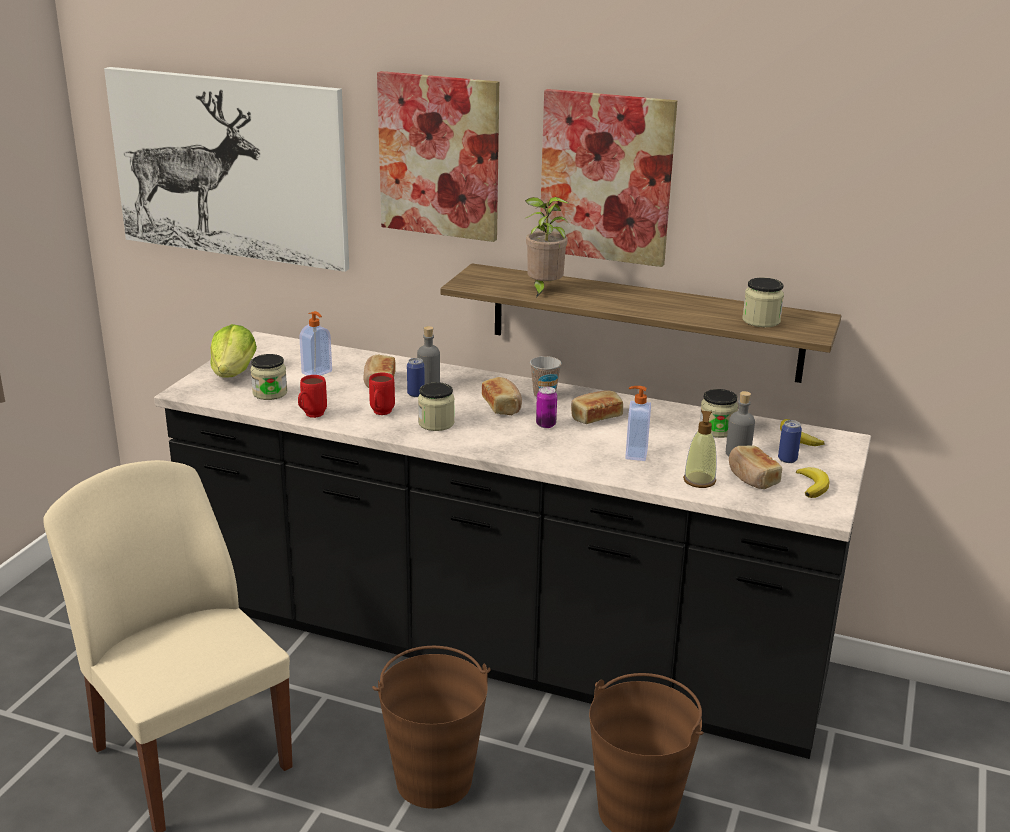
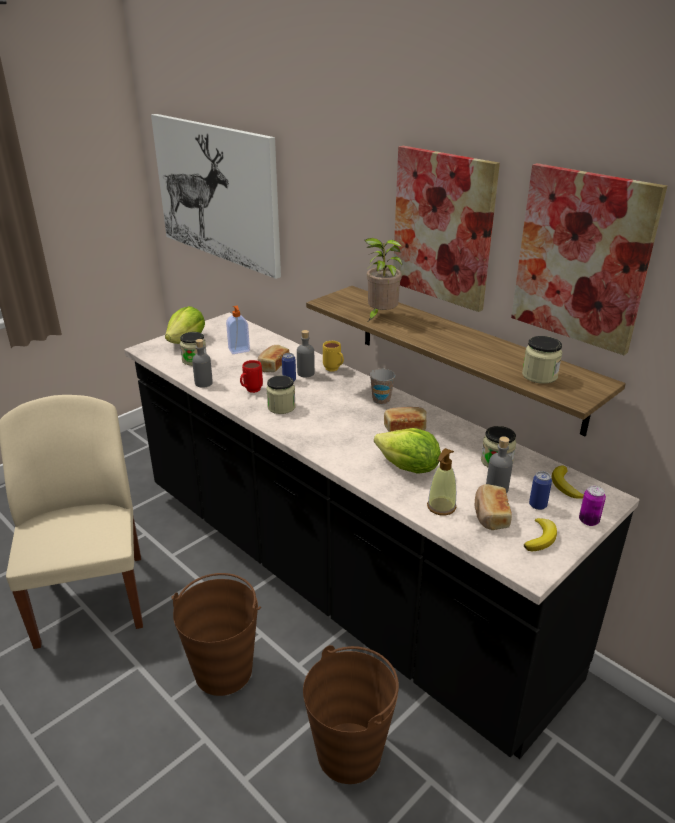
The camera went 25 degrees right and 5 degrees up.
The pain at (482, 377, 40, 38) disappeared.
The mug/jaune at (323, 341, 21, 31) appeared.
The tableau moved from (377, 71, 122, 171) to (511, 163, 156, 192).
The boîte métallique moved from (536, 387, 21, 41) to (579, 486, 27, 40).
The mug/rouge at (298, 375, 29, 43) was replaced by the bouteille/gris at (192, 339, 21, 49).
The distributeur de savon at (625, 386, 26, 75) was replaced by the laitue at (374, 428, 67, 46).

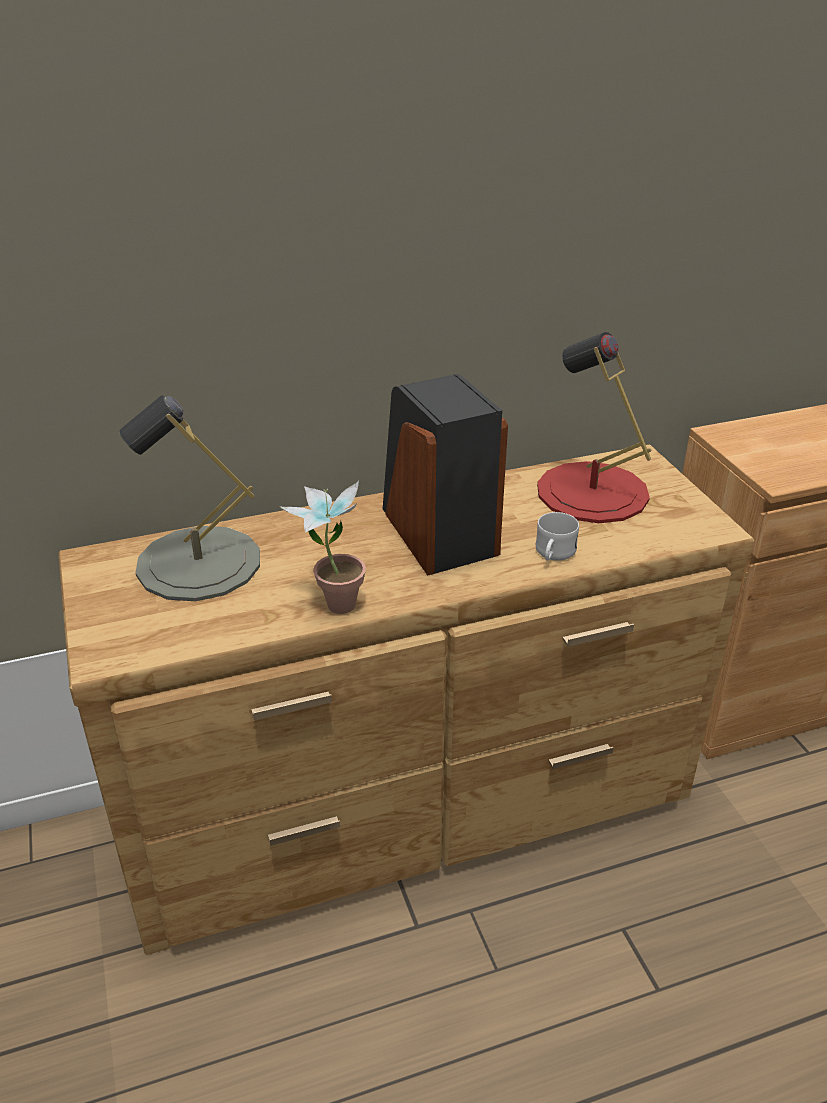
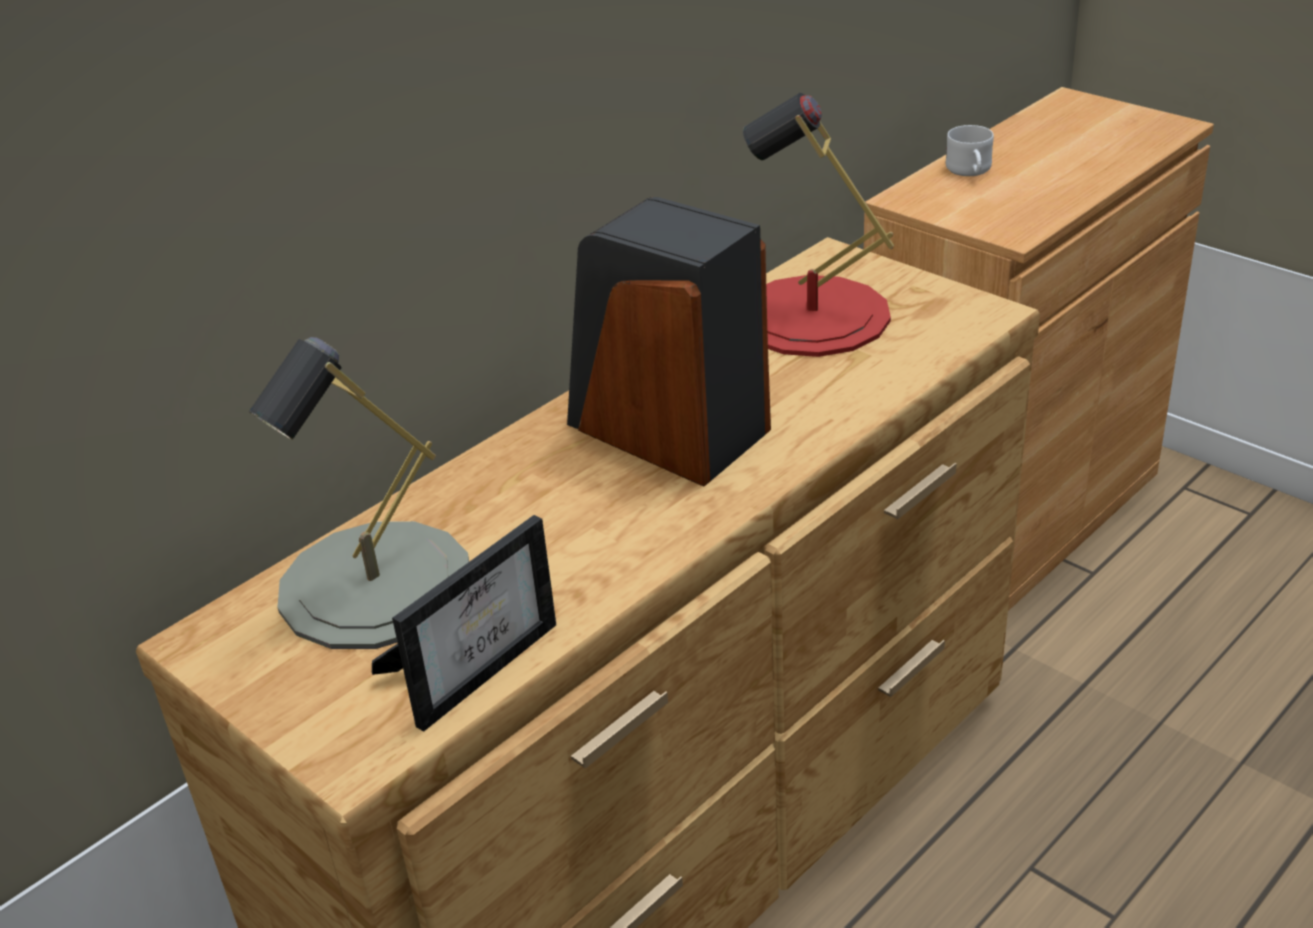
The camera went 25 degrees left and 0 degrees up.
The plante en pot at (279, 480, 87, 134) disappeared.
The cadre photo at (372, 515, 184, 217) appeared.
The mug/blanc moved from (536, 512, 43, 49) to (946, 125, 48, 51).

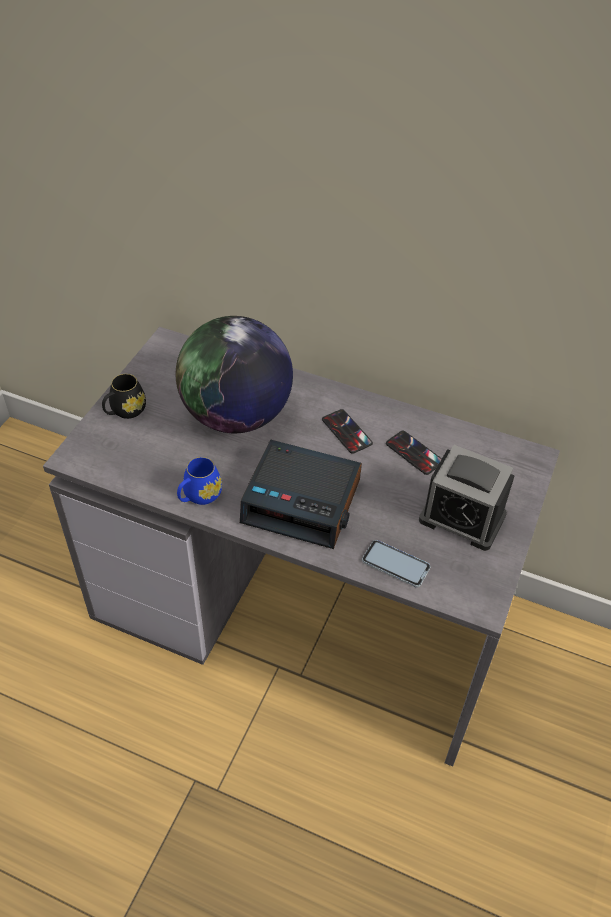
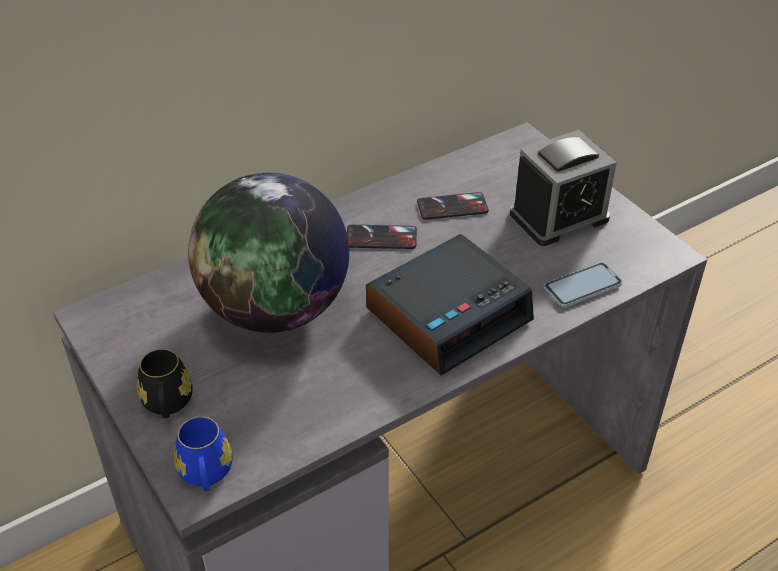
The camera went 55 degrees left and 5 degrees down.
The mug/bleu moved from (177, 457, 45, 48) to (174, 417, 58, 74).

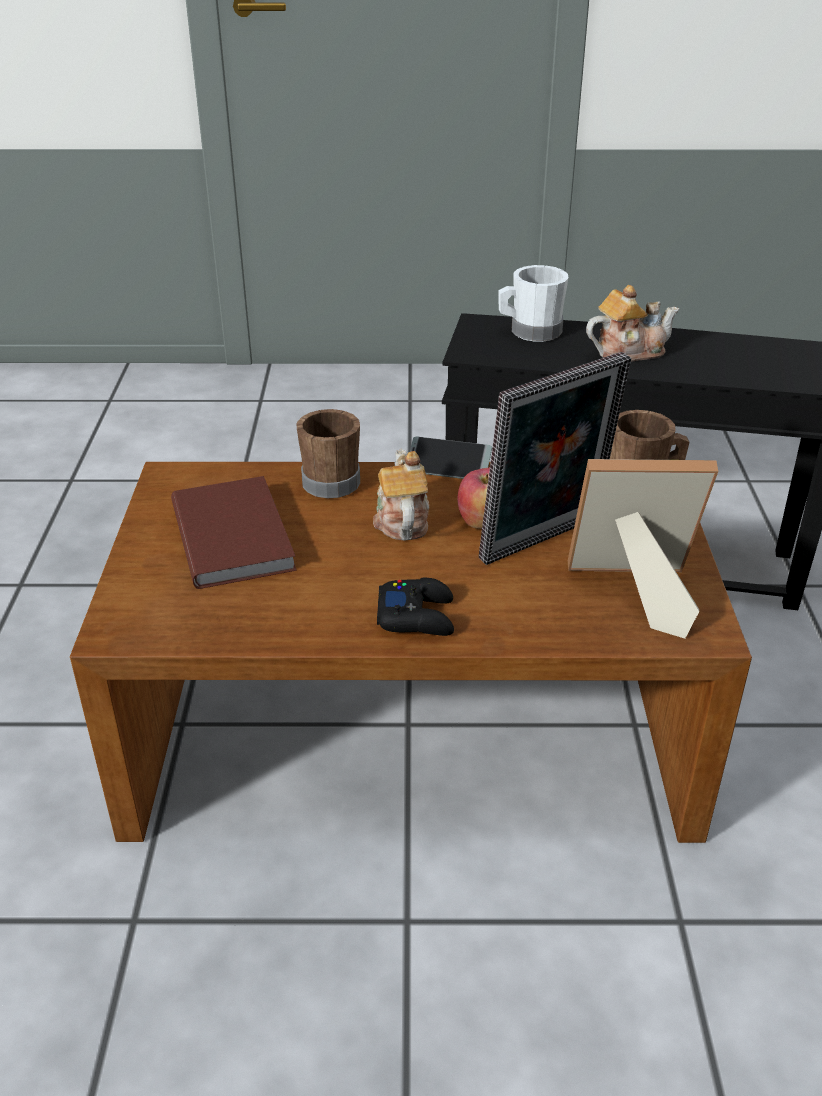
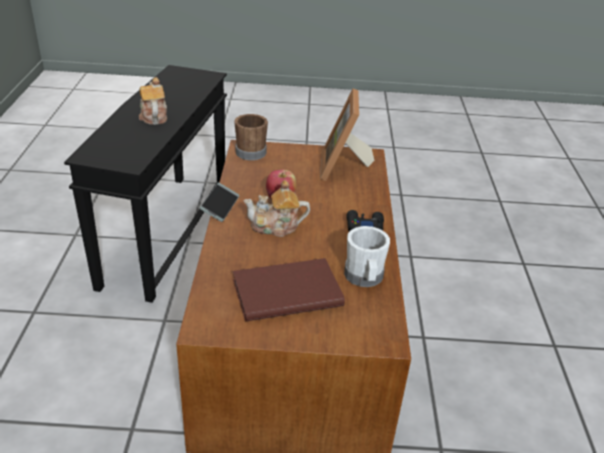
The camera went 90 degrees left and 0 degrees up.
The mug/marron at (296, 409, 64, 90) disappeared.
The cadre photo at (479, 352, 152, 213) disappeared.
The mug/blanc moved from (498, 265, 71, 77) to (344, 226, 46, 61).

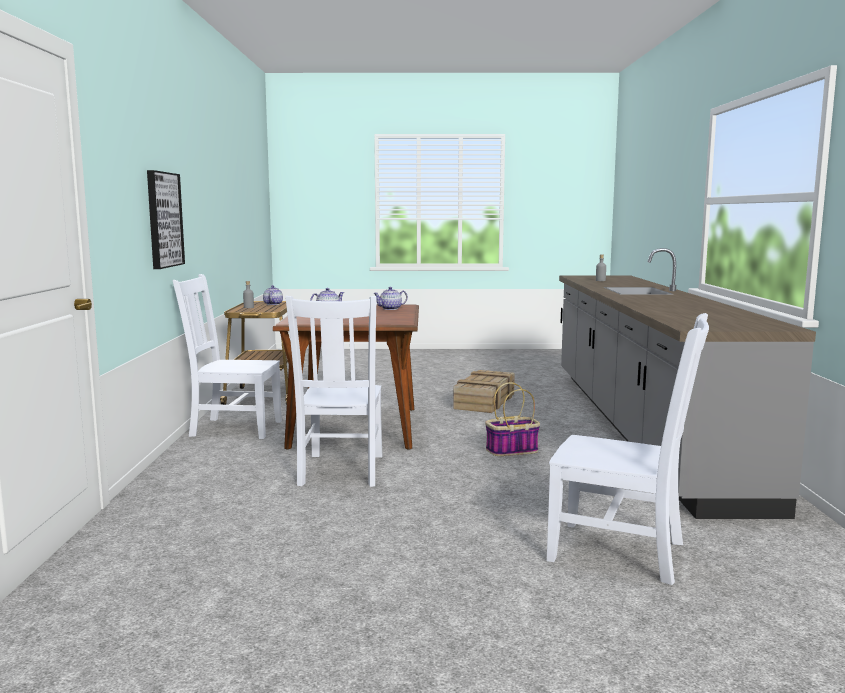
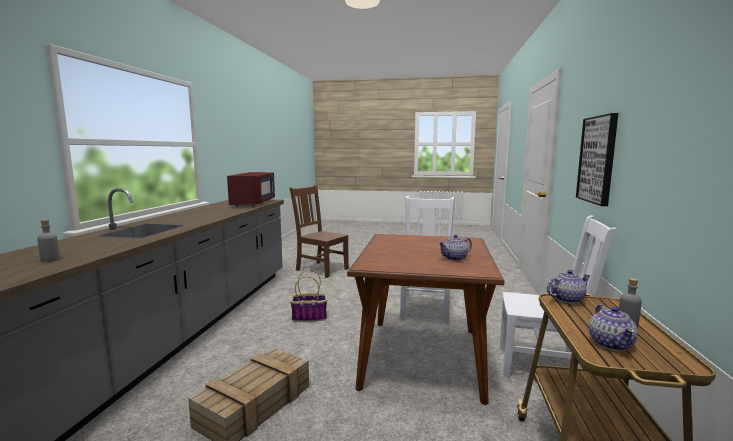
The camera went 170 degrees left and 0 degrees up.
The micro-ondes/rouge at (227, 172, 48, 35) appeared.
The théière moved from (373, 287, 35, 23) to (547, 270, 44, 33).
The chaise/blanc at (547, 313, 162, 272) became the chaise/marron at (290, 185, 59, 93).

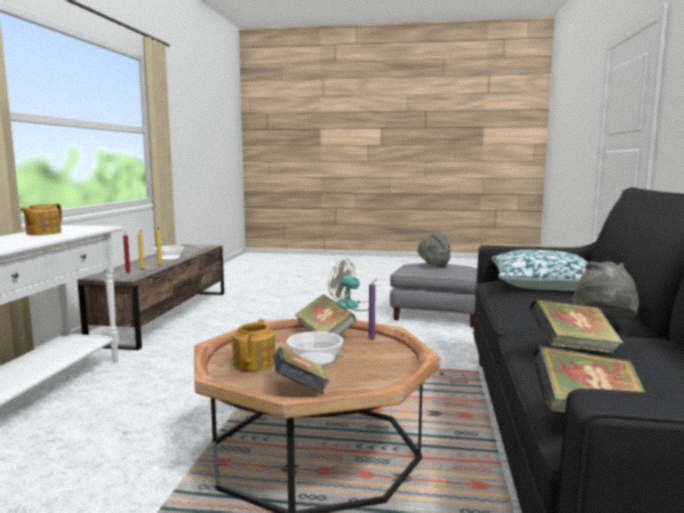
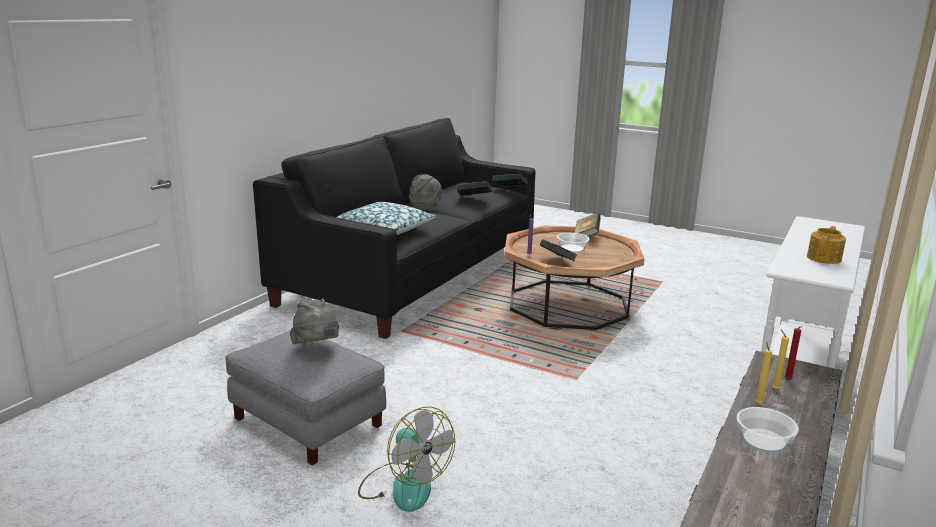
The camera went 160 degrees left and 10 degrees up.
The théière at (232, 319, 43, 53) disappeared.

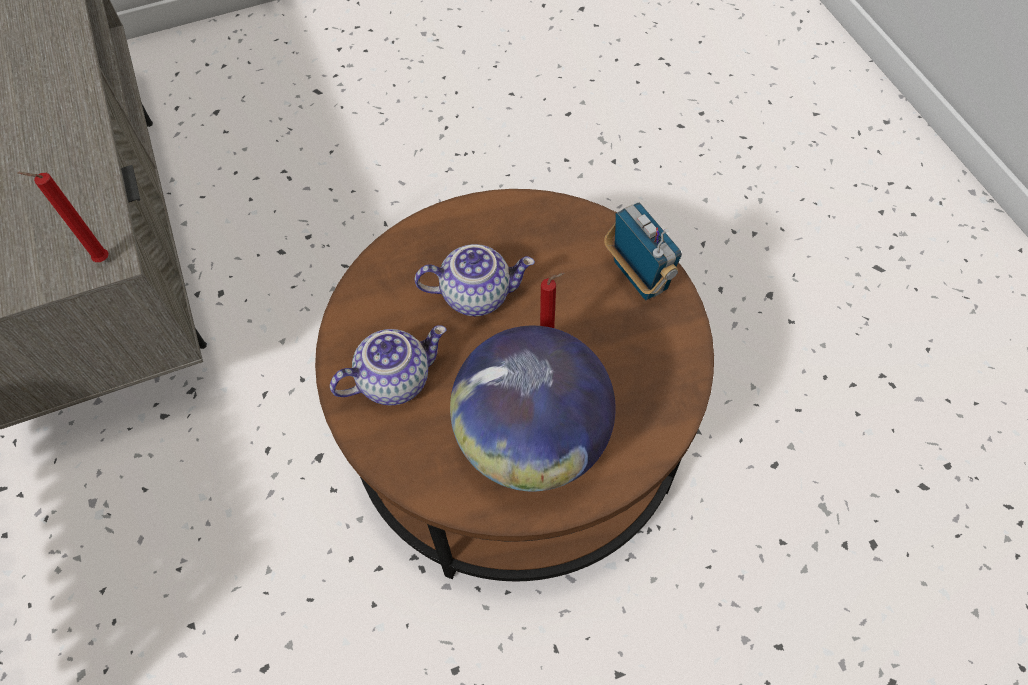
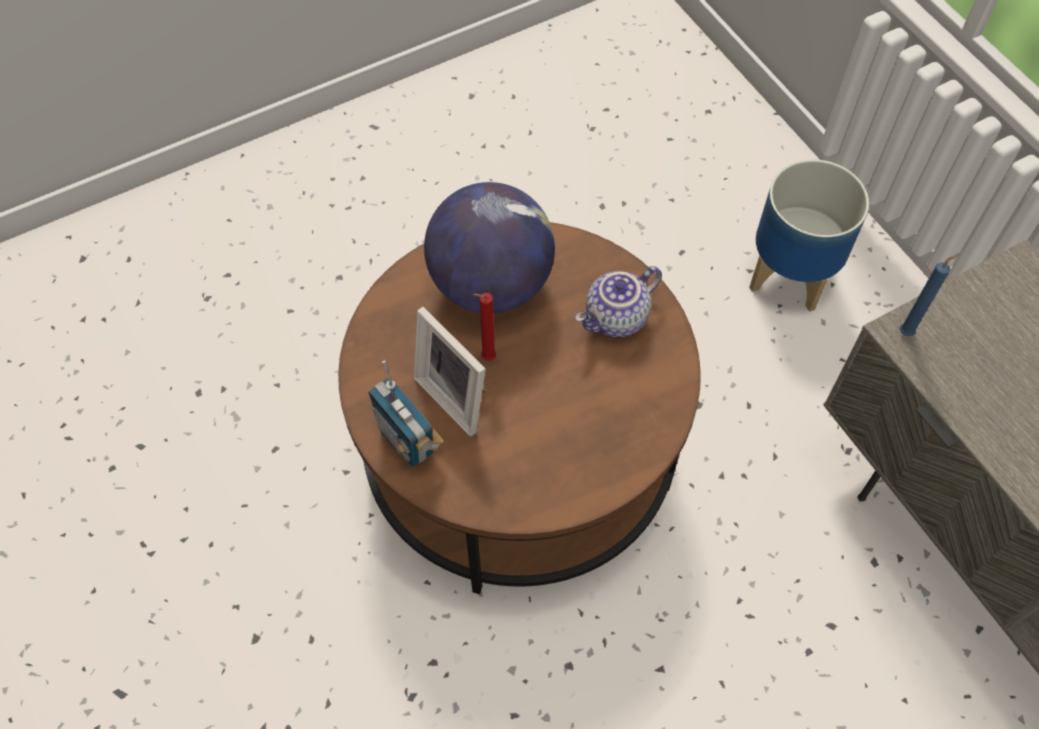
The camera went 170 degrees right and 0 degrees up.
The théière at (415, 244, 120, 72) disappeared.
The cadre photo at (413, 307, 73, 130) appeared.
The cache-pot at (749, 159, 120, 153) appeared.
The bougie/rouge at (17, 172, 92, 90) became the bougie/bleu at (900, 253, 59, 84).

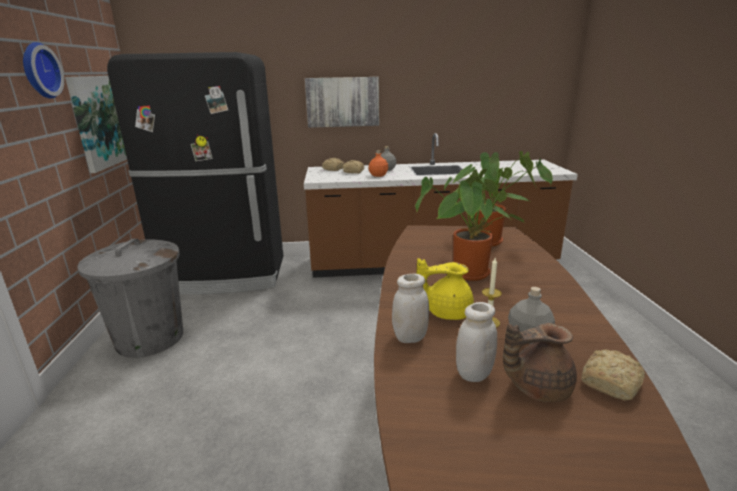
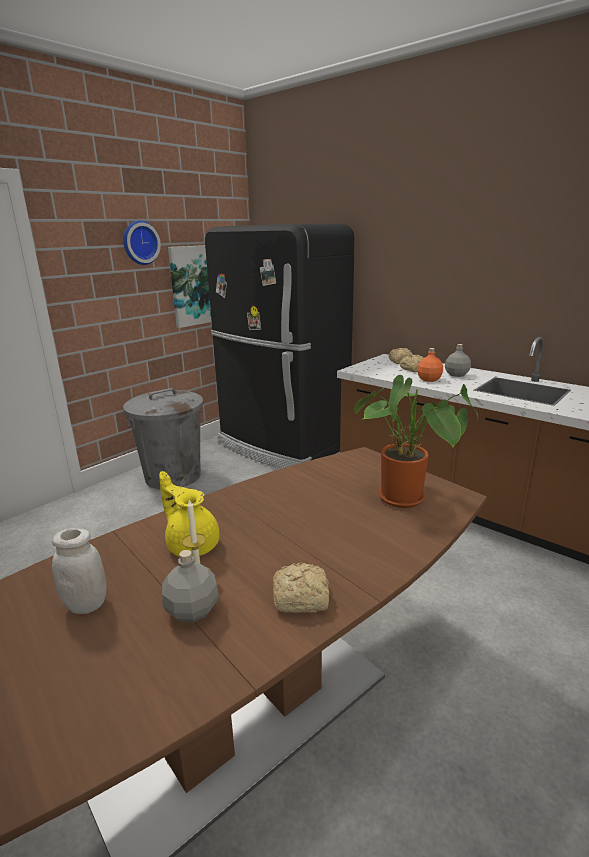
The camera went 45 degrees right and 0 degrees up.
The tableau at (305, 77, 74, 51) disappeared.
The bocal/blanc at (392, 274, 37, 69) disappeared.
The plante en pot at (415, 169, 117, 112) disappeared.
The théière/marron at (503, 323, 74, 79) disappeared.
The pain moved from (581, 349, 64, 52) to (273, 563, 57, 50).

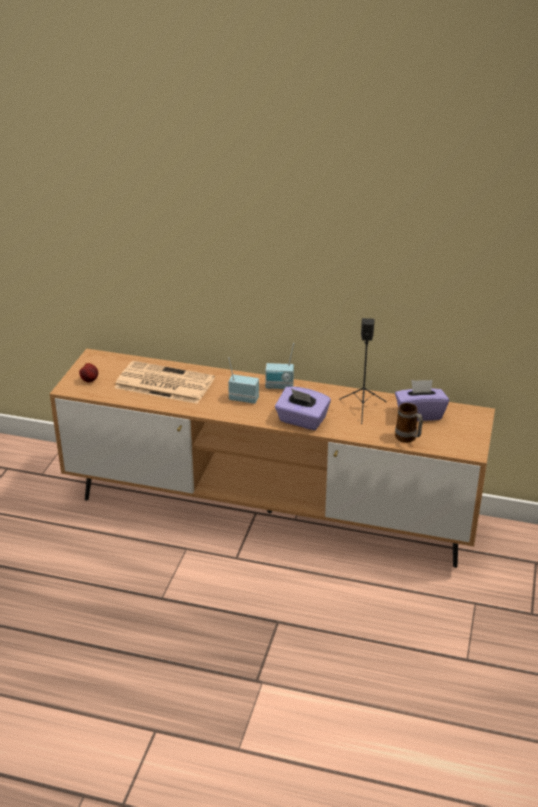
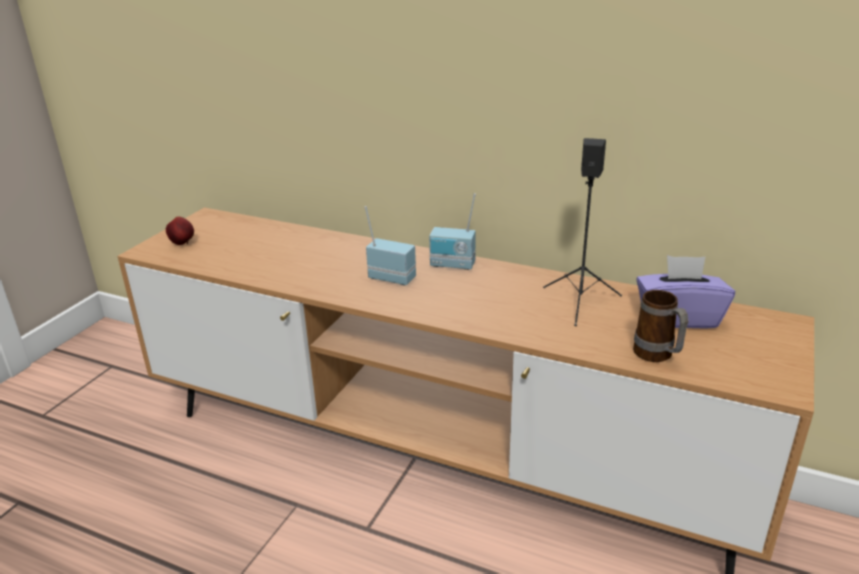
The camera went 10 degrees right and 5 degrees down.
The journal at (114, 361, 101, 43) disappeared.
The boîte à mouchoirs/violet at (275, 386, 56, 44) disappeared.

